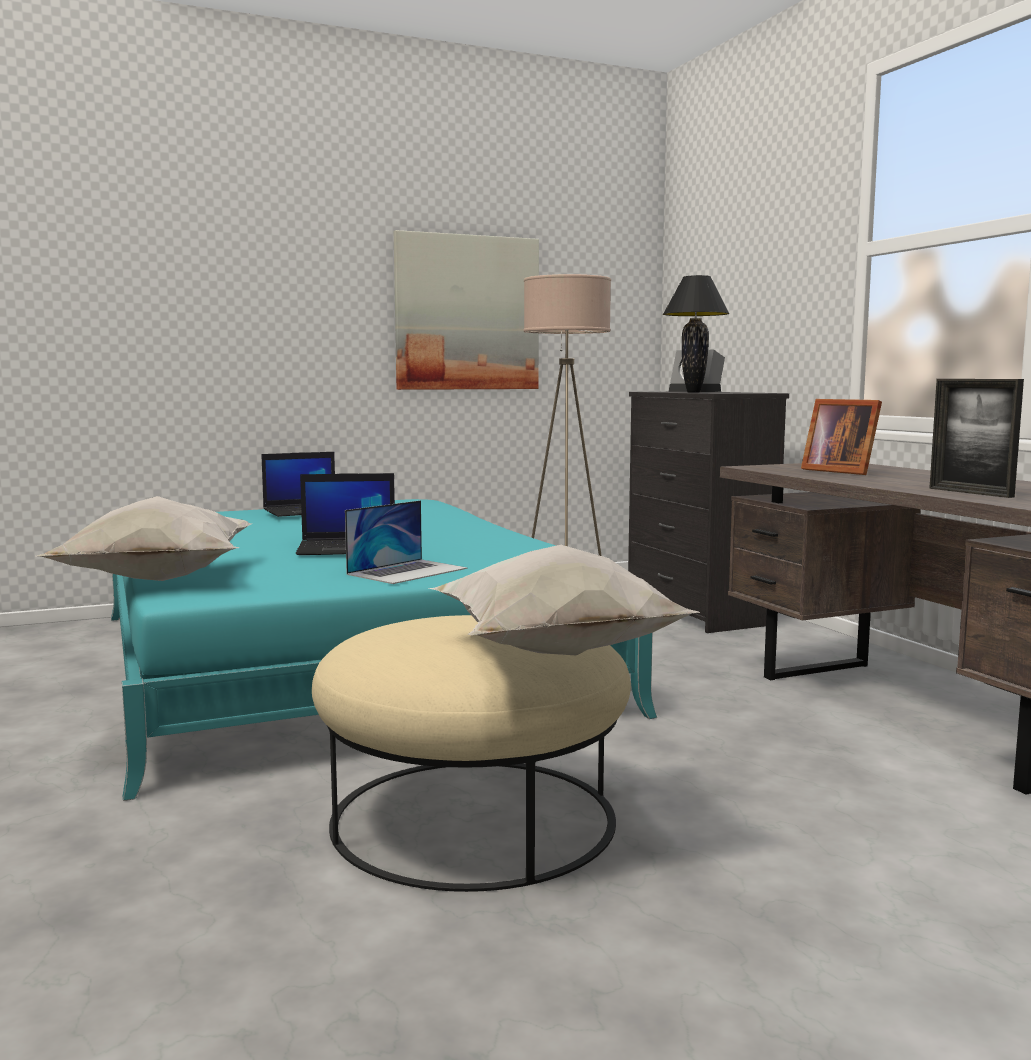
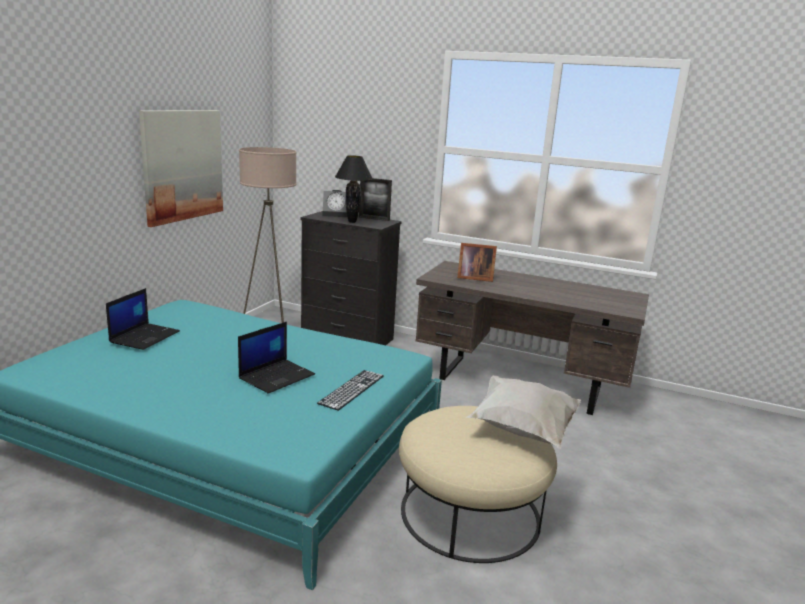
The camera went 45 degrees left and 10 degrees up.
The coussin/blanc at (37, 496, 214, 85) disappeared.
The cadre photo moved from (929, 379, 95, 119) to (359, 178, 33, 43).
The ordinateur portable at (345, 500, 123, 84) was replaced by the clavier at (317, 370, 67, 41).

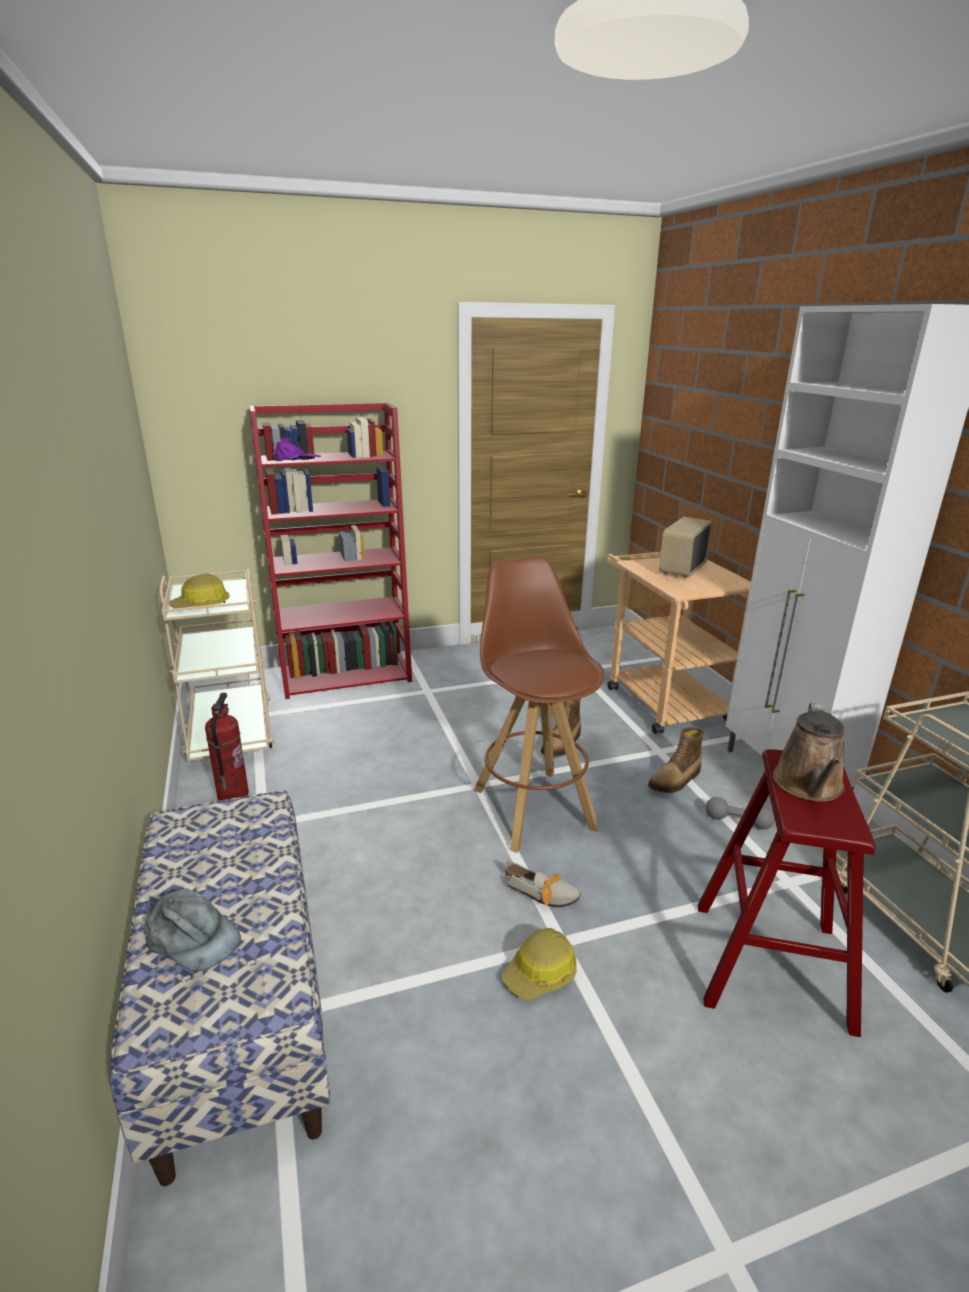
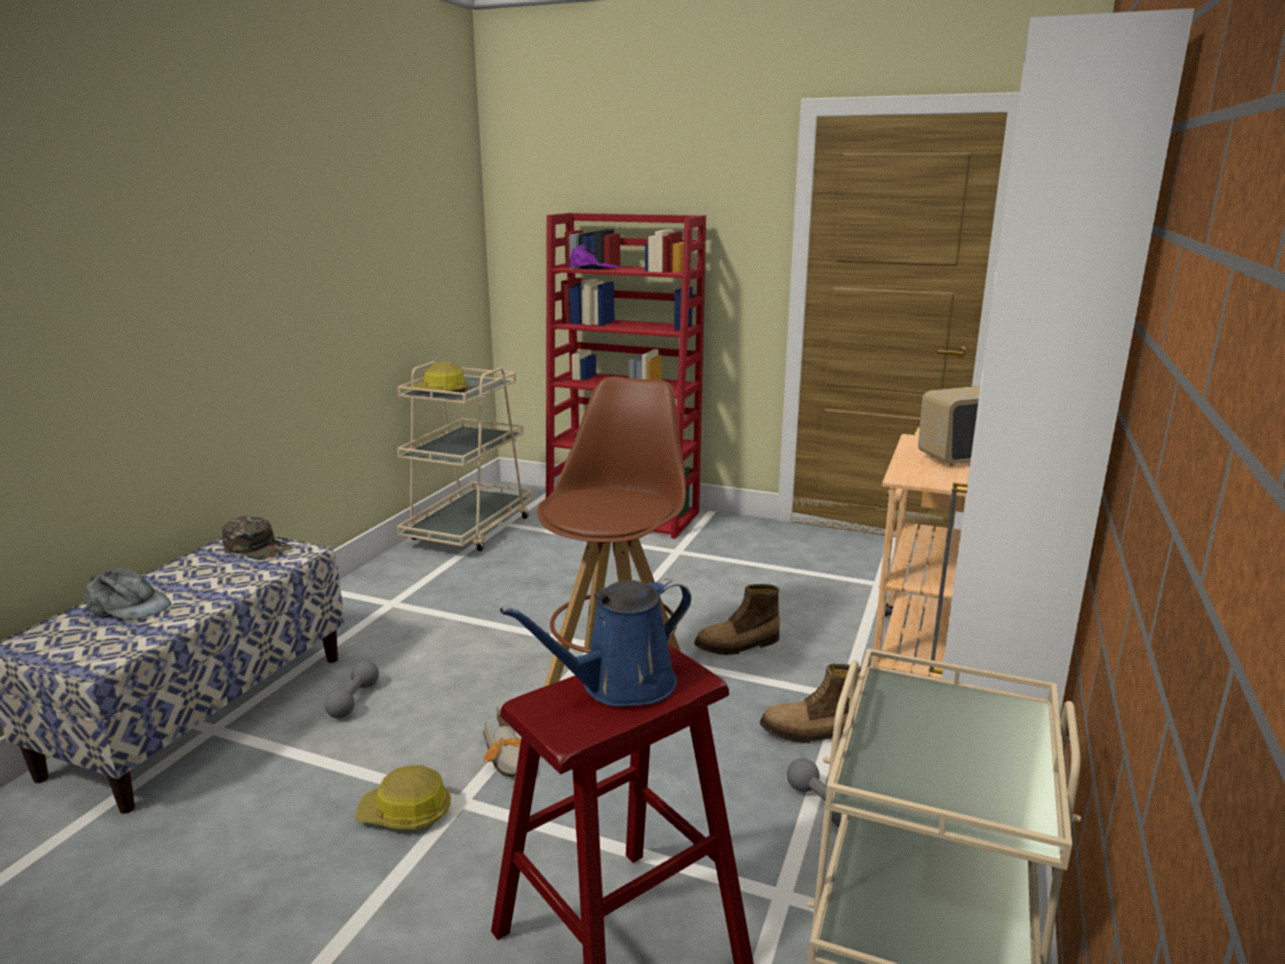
The camera went 40 degrees right and 5 degrees down.
The extincteur at (205, 693, 44, 109) disappeared.
The casquette/vert at (222, 516, 70, 44) appeared.
The haltère/gris at (325, 661, 54, 58) appeared.
The arrosoir/marron at (773, 703, 72, 99) became the arrosoir/bleu at (500, 579, 191, 127).
The casquette/gris at (145, 888, 96, 83) turned 45 degrees counterclockwise.

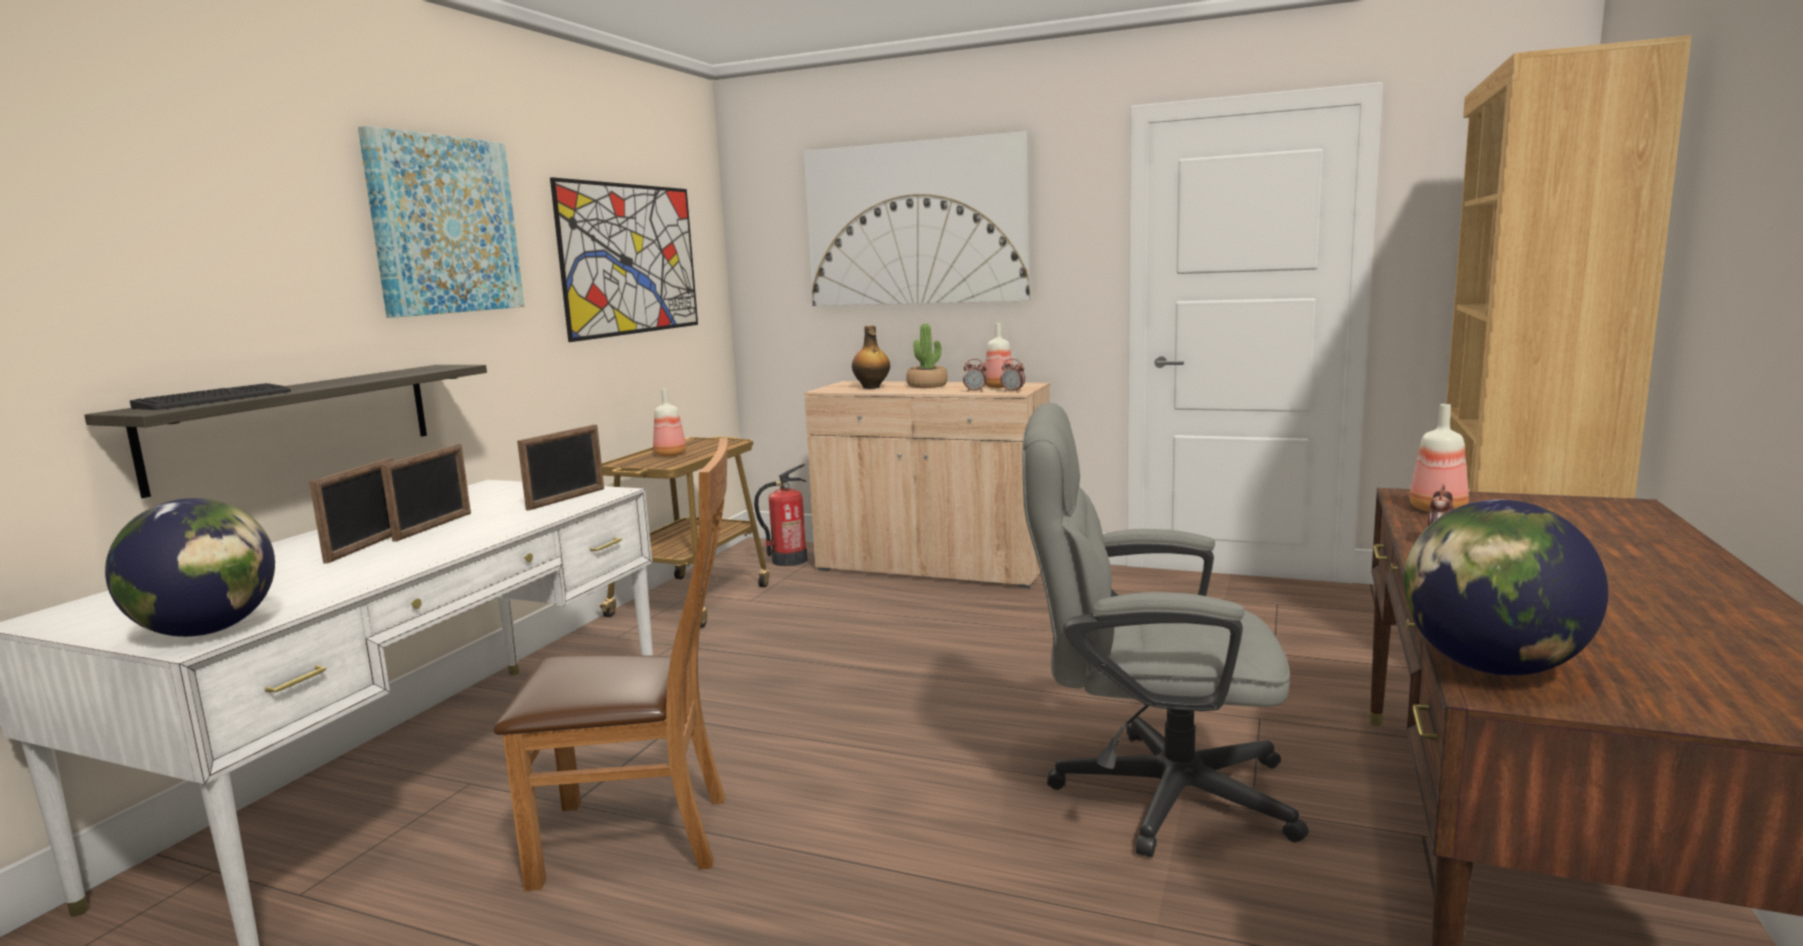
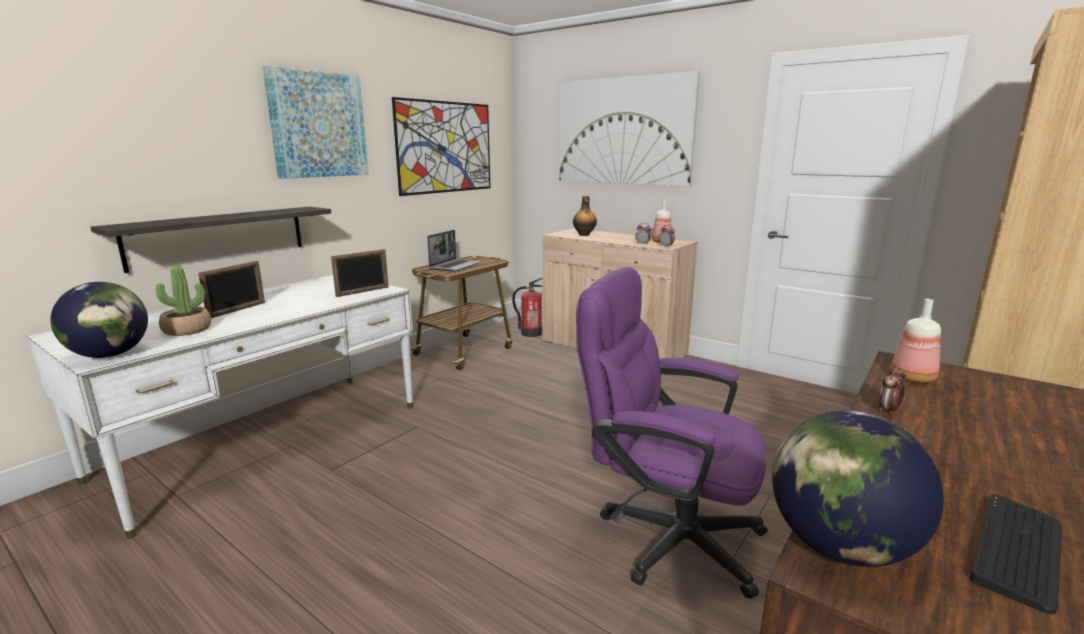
The camera went 15 degrees right and 5 degrees up.
The cadre photo at (380, 444, 91, 98) disappeared.
The chaise/marron at (494, 438, 234, 453) disappeared.
The clavier moved from (130, 383, 161, 27) to (969, 494, 93, 120).
The plante en pot moved from (906, 323, 42, 65) to (156, 265, 55, 71).
The bouteille at (653, 389, 33, 68) was replaced by the ordinateur portable at (427, 230, 54, 42).
The chaise de bureau/gris at (1022, 402, 287, 455) became the chaise de bureau/violet at (576, 267, 192, 332).

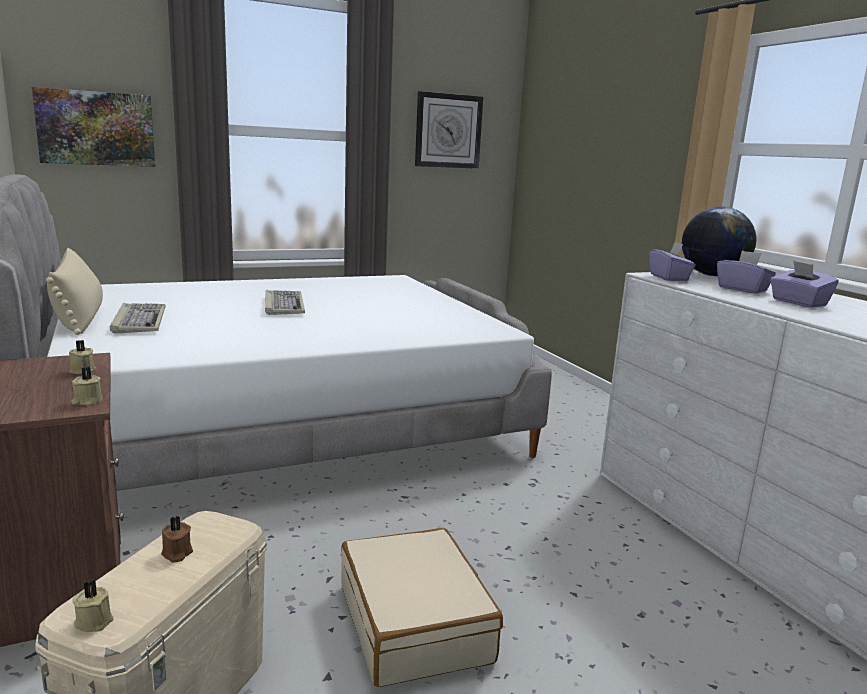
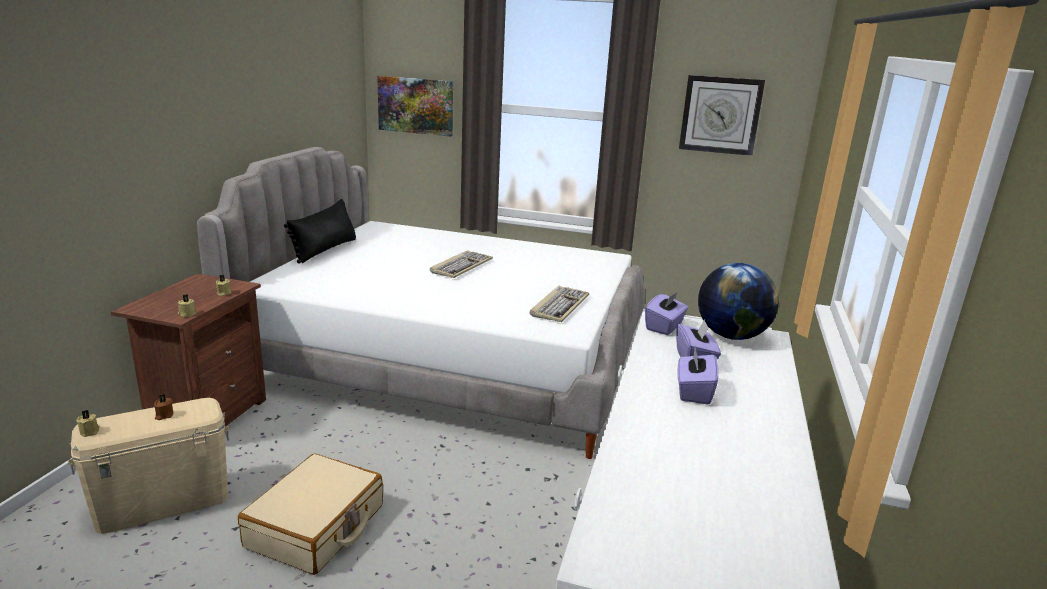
The camera went 40 degrees right and 5 degrees up.
The clavier moved from (110, 303, 56, 31) to (530, 286, 59, 36).
The coussin/beige at (46, 248, 57, 87) became the coussin/noir at (284, 199, 72, 65).

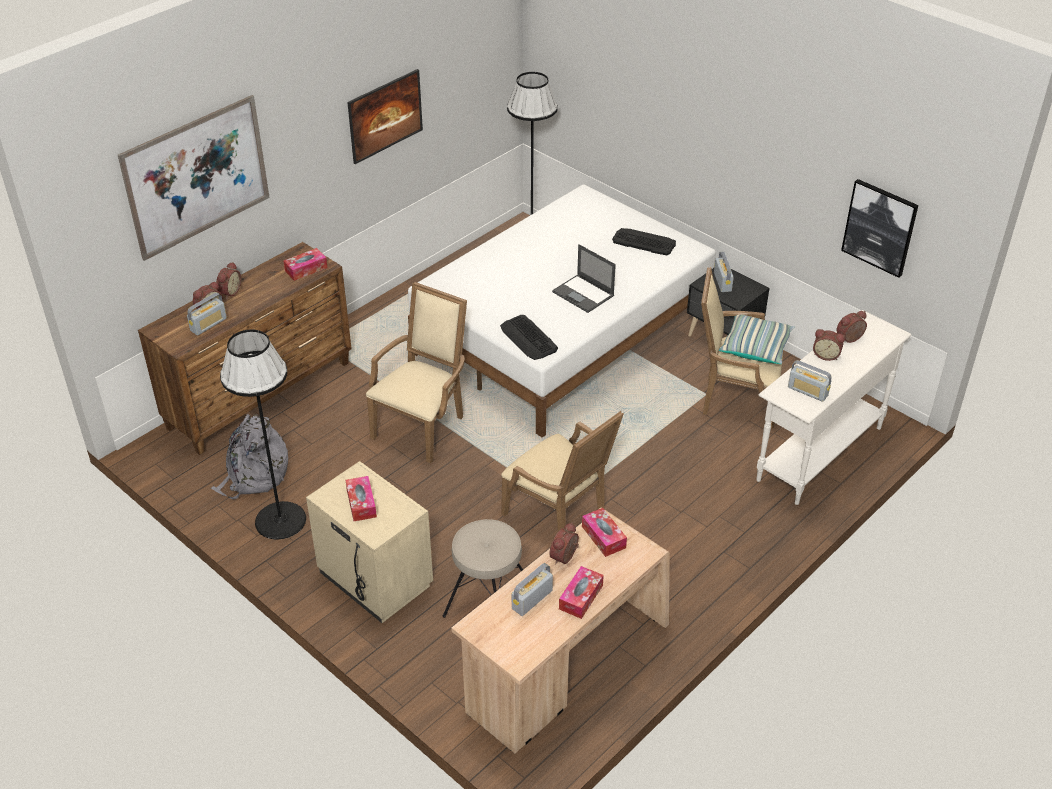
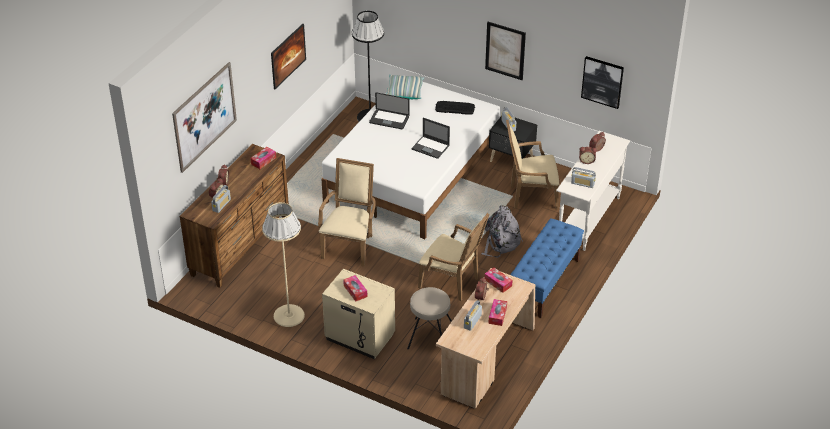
The camera went 15 degrees left and 0 degrees up.
The clavier at (500, 315, 58, 45) disappeared.
The ordinateur portable at (369, 92, 41, 37) appeared.
The tableau at (485, 22, 41, 58) appeared.
The banc/bleu at (510, 218, 74, 100) appeared.
The sac à dos/gris moved from (211, 414, 77, 86) to (481, 206, 42, 52).
The coussin moved from (719, 315, 76, 49) to (387, 75, 37, 24).
The lampadaire/noir at (220, 329, 86, 211) became the lampadaire/beige at (262, 202, 43, 125).

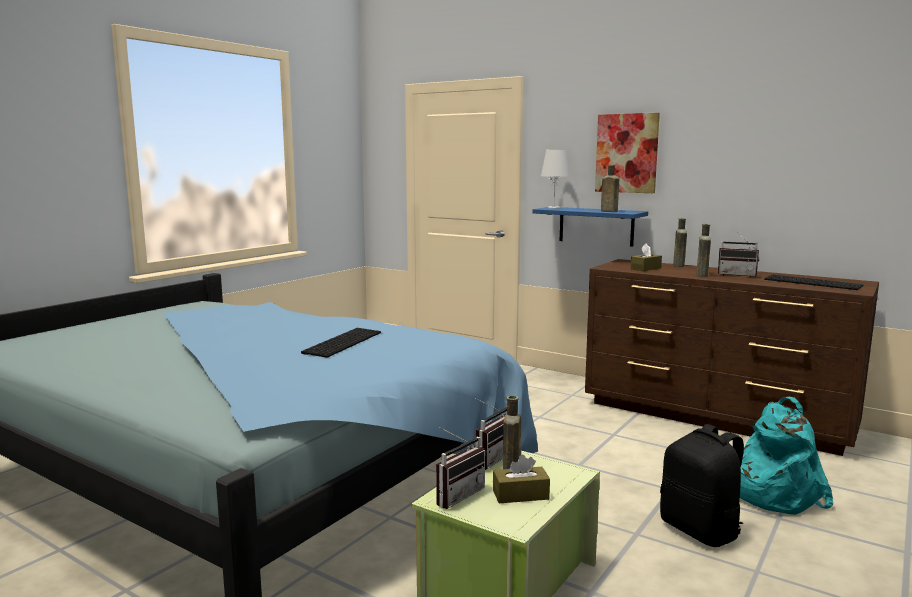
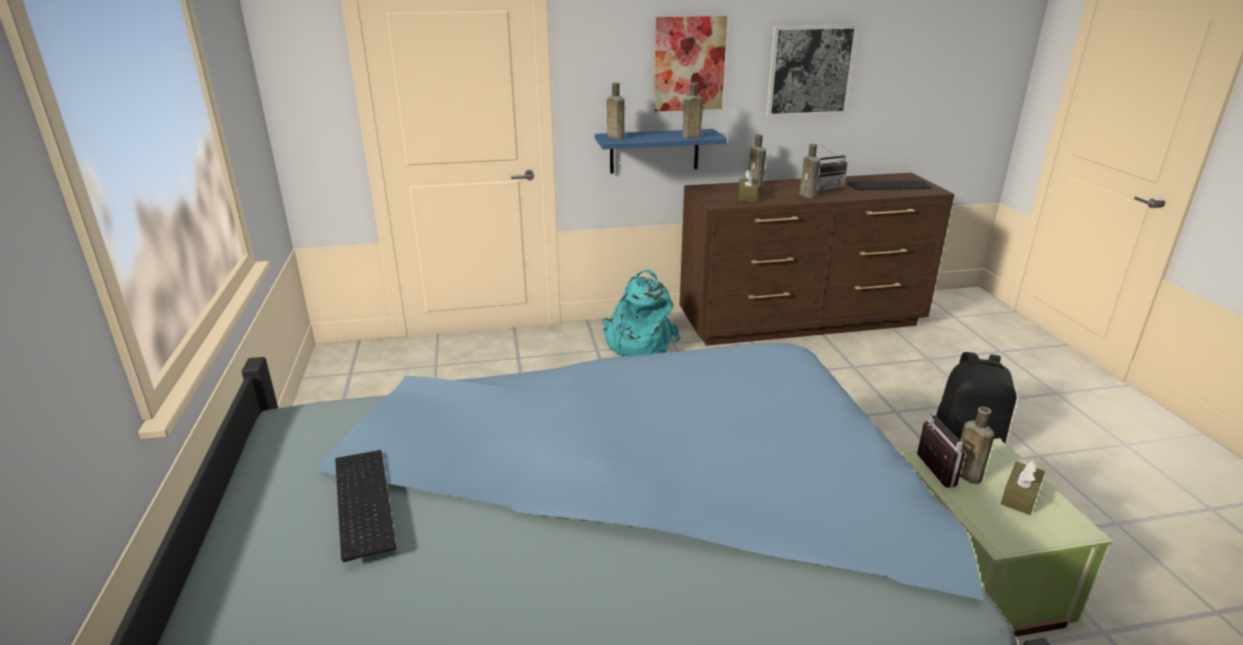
The camera went 45 degrees left and 15 degrees up.
The radio at (436, 427, 49, 82) disappeared.
The tableau at (766, 24, 92, 93) appeared.
The clavier moved from (301, 328, 80, 30) to (335, 450, 61, 112).
The sac à dos/turquoise moved from (740, 397, 93, 118) to (602, 270, 78, 86).
The lampe de table/blanc at (541, 149, 28, 60) was replaced by the bouteille/marron at (607, 83, 18, 56).

